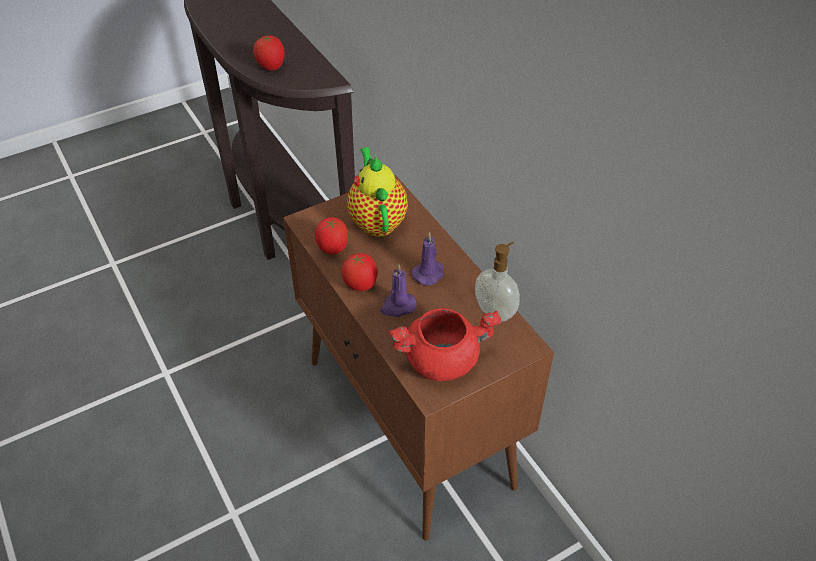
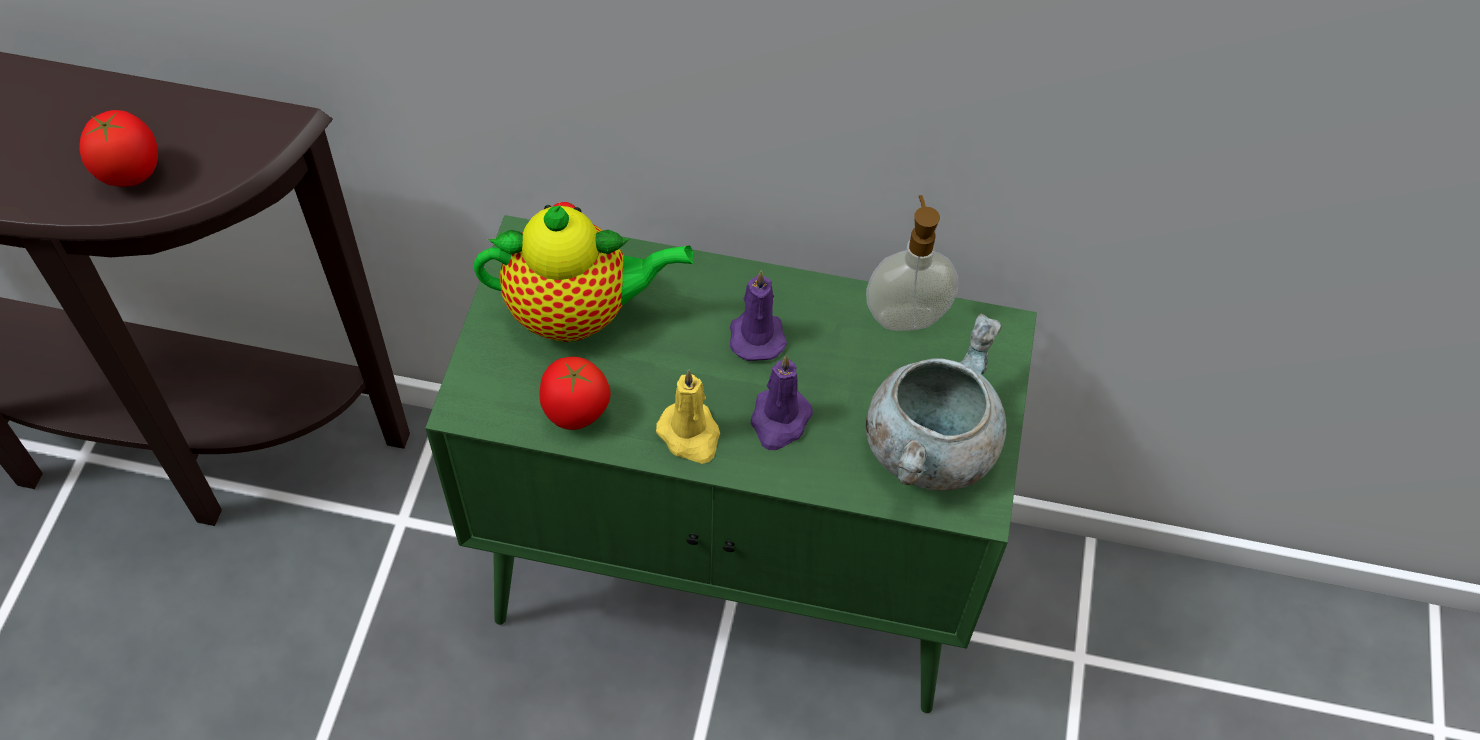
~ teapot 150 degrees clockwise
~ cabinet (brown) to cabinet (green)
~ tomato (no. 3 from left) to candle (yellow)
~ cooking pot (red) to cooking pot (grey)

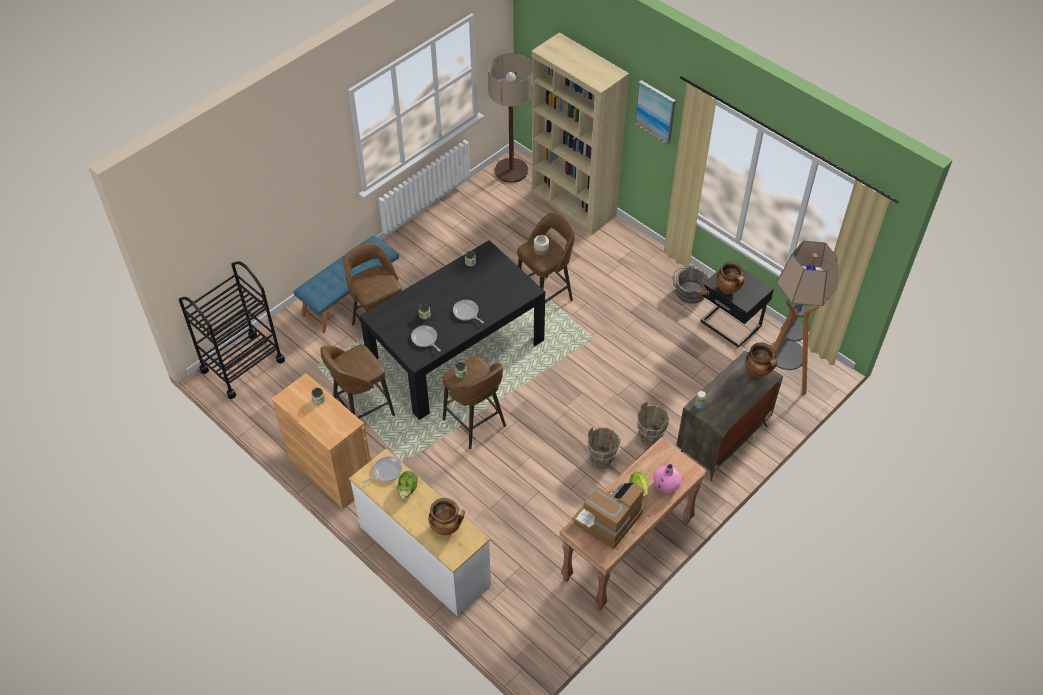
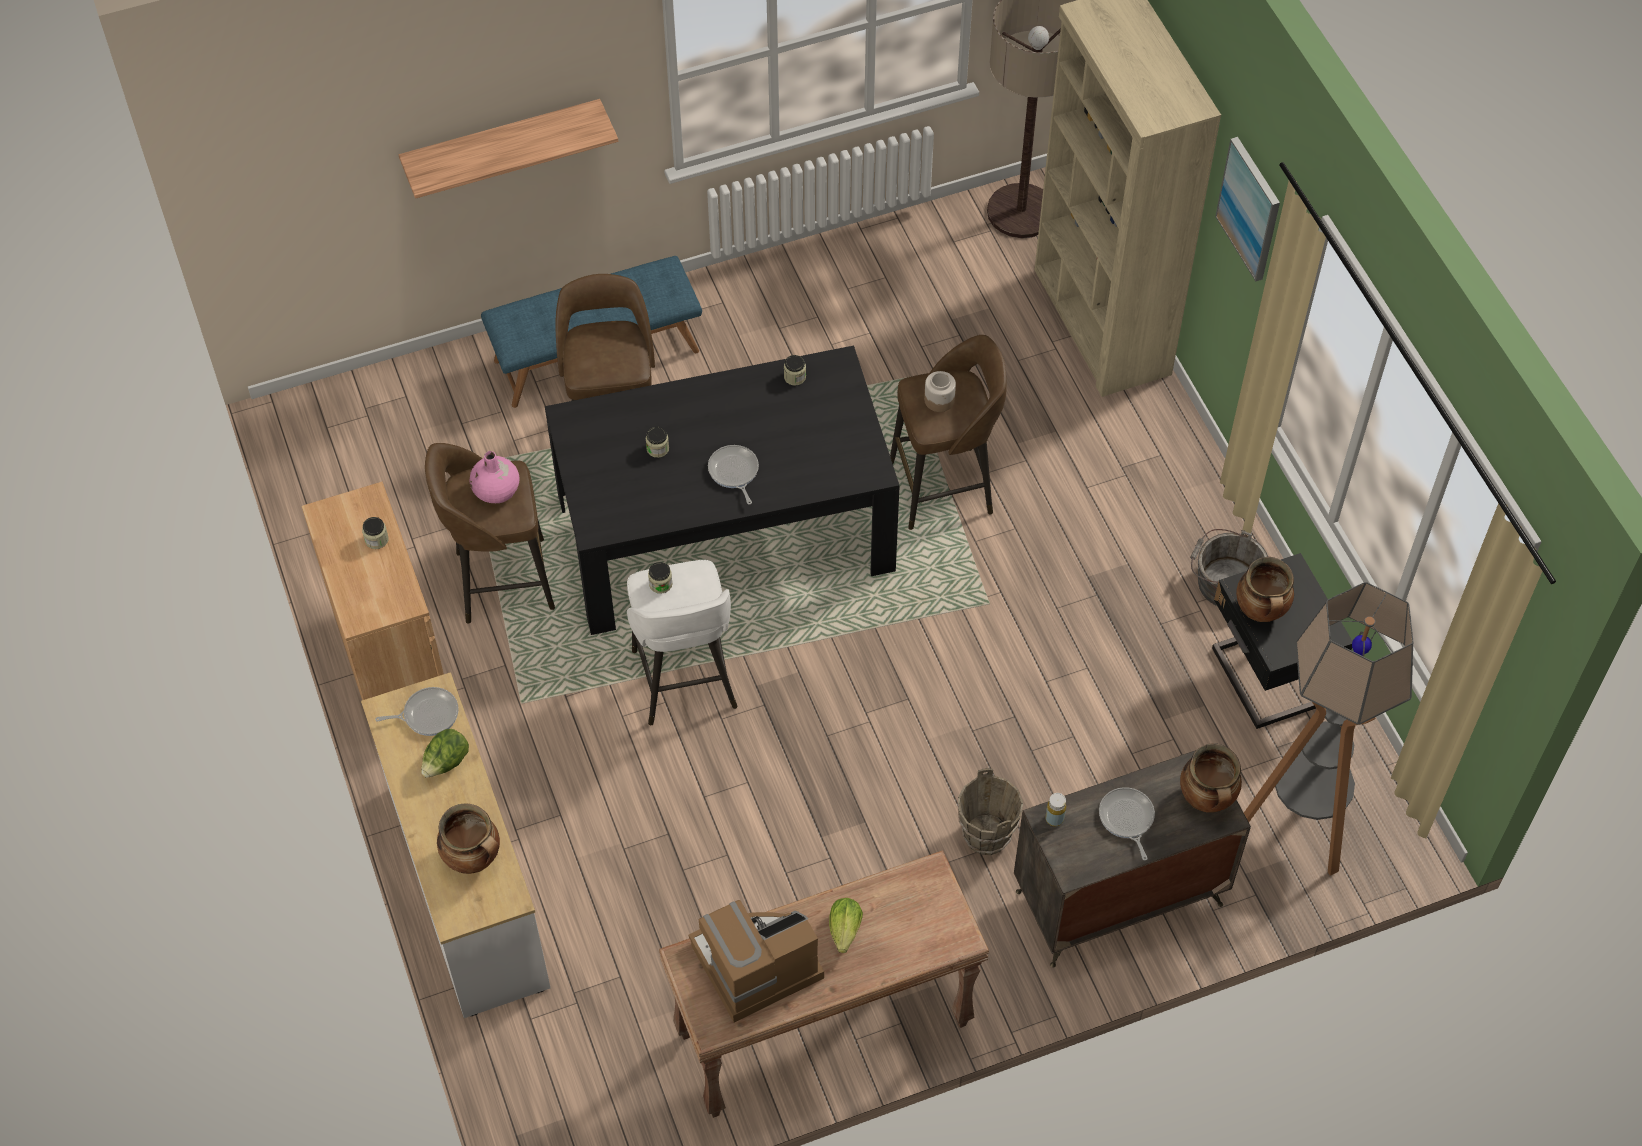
- cart (black)
~ frying pan (no. 2 from left in the first image) to frying pan (no. 3 from left)
~ stool (brown) (no. 3 from left) to stool (white)
- bucket (brown) (no. 1 from left)
~ vase (pink)
+ shelf

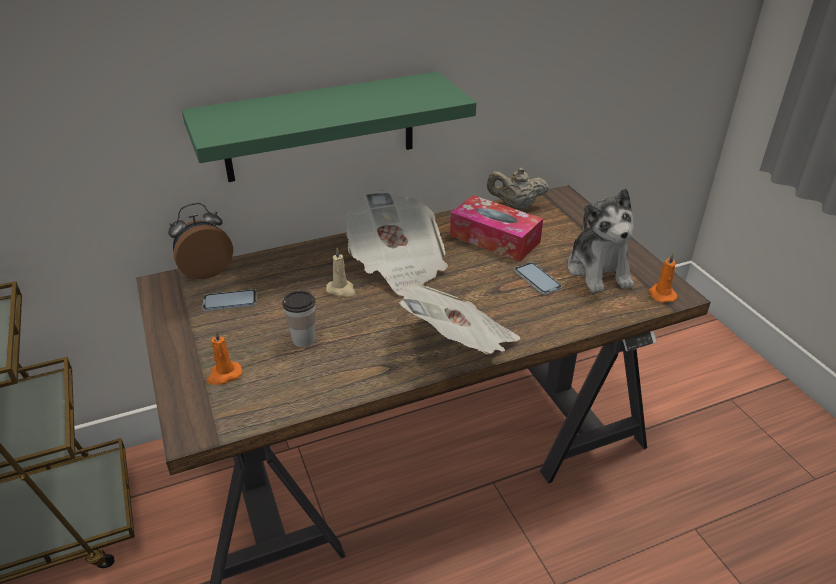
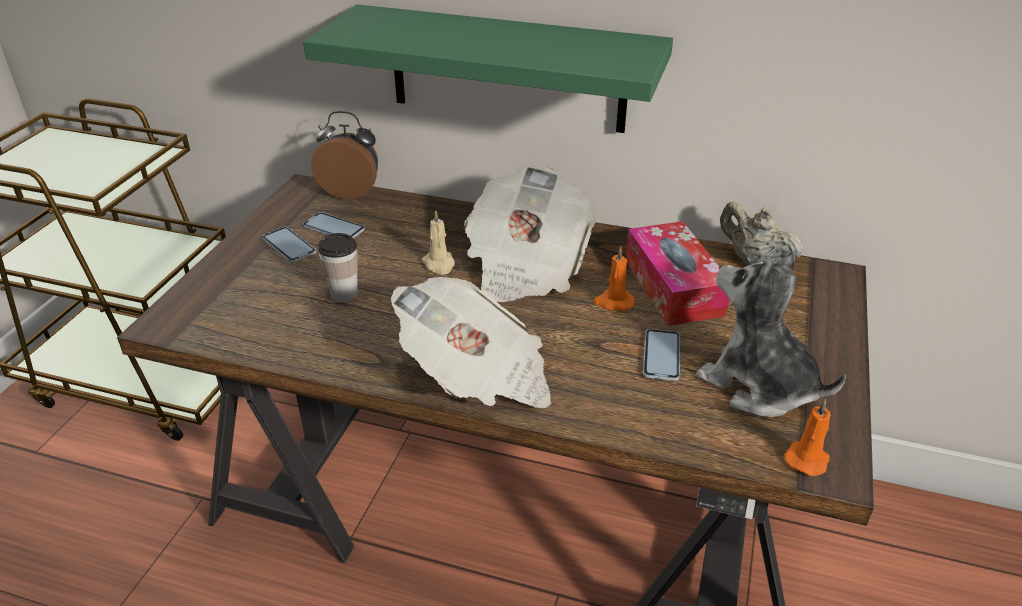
~ plush toy 105 degrees clockwise
~ candle (orange) (no. 1 from left)
+ phone (no. 1 from left)

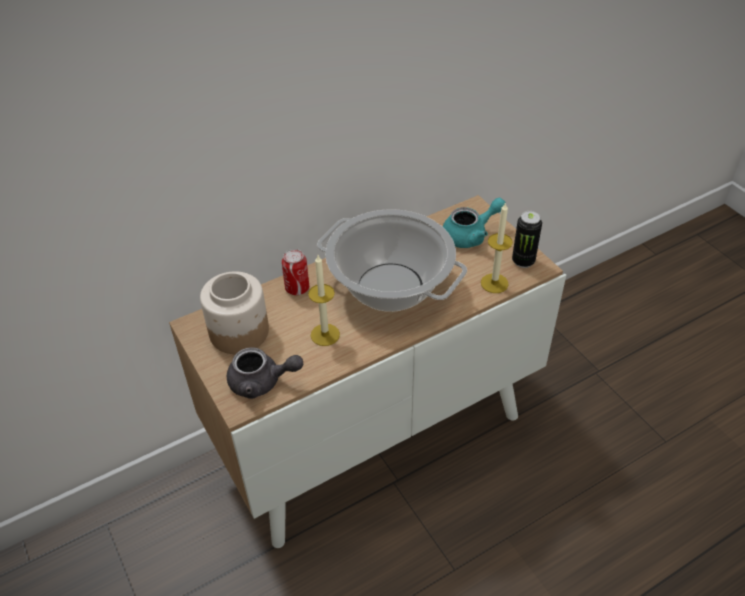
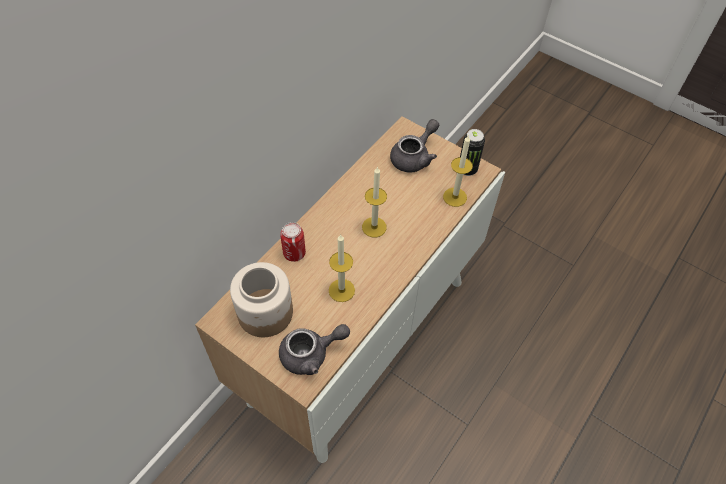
~ teapot (turquoise) to teapot (grey) (no. 2 from left)
~ cooking pot to candle (no. 2 from left)

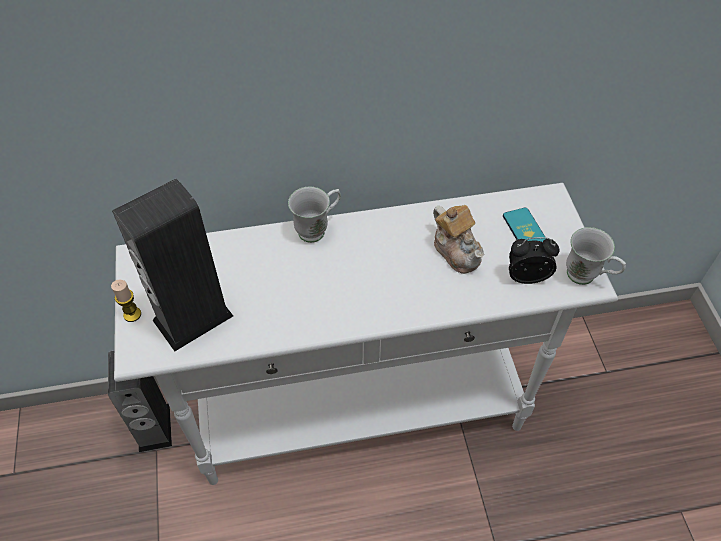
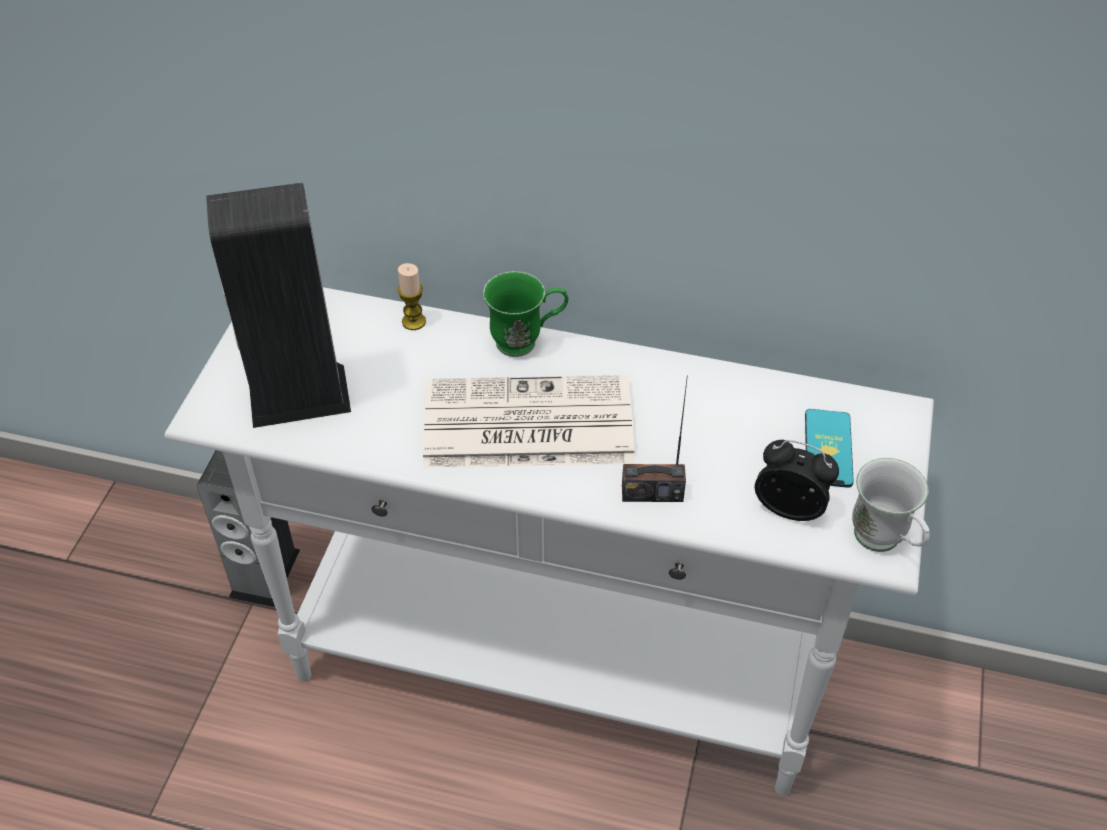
~ mug (white) (no. 1 from left) to mug (green)
- teapot
~ candle
+ newspaper
+ radio

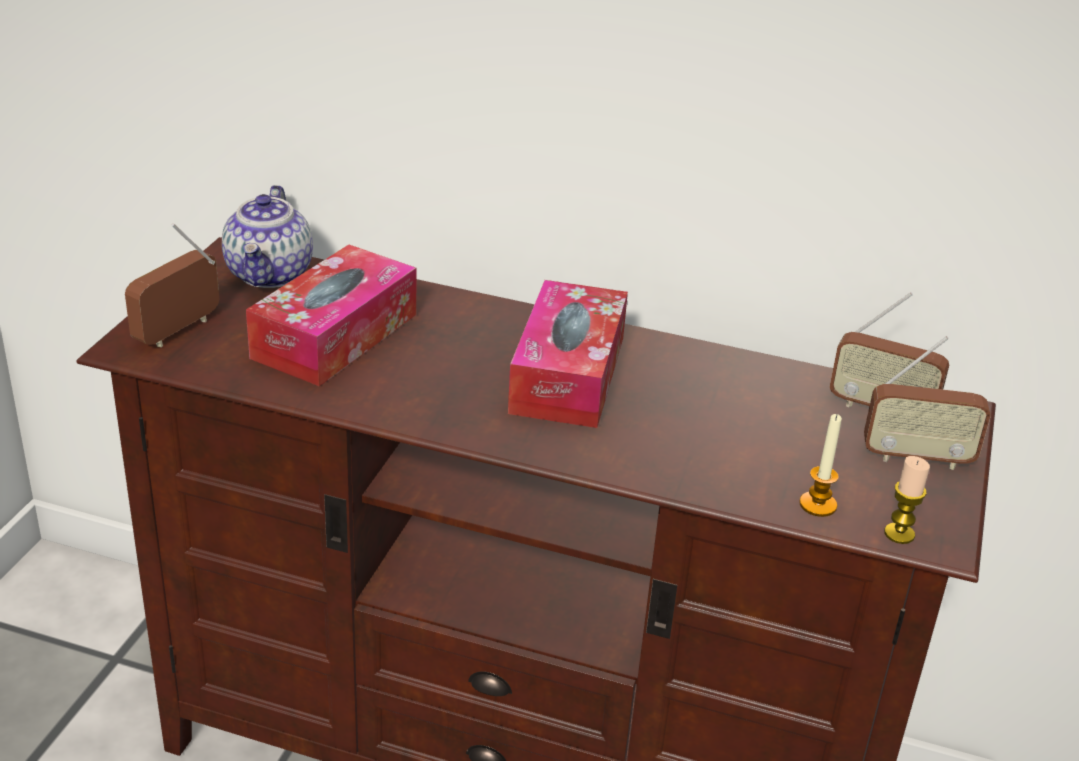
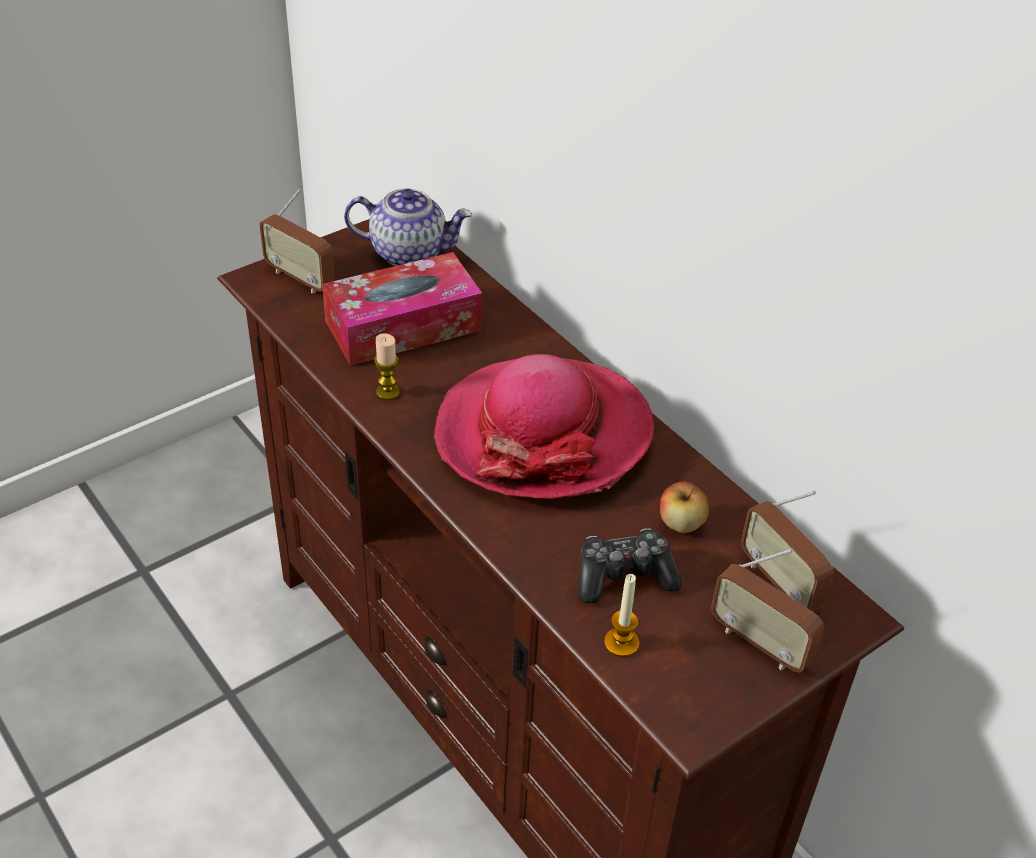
~ teapot 120 degrees counterclockwise
~ radio (no. 1 from left) 120 degrees counterclockwise
~ tissue box (no. 2 from left) to hat
~ candle (no. 2 from left in the first image) to candle (no. 1 from left)
+ apple
+ game controller

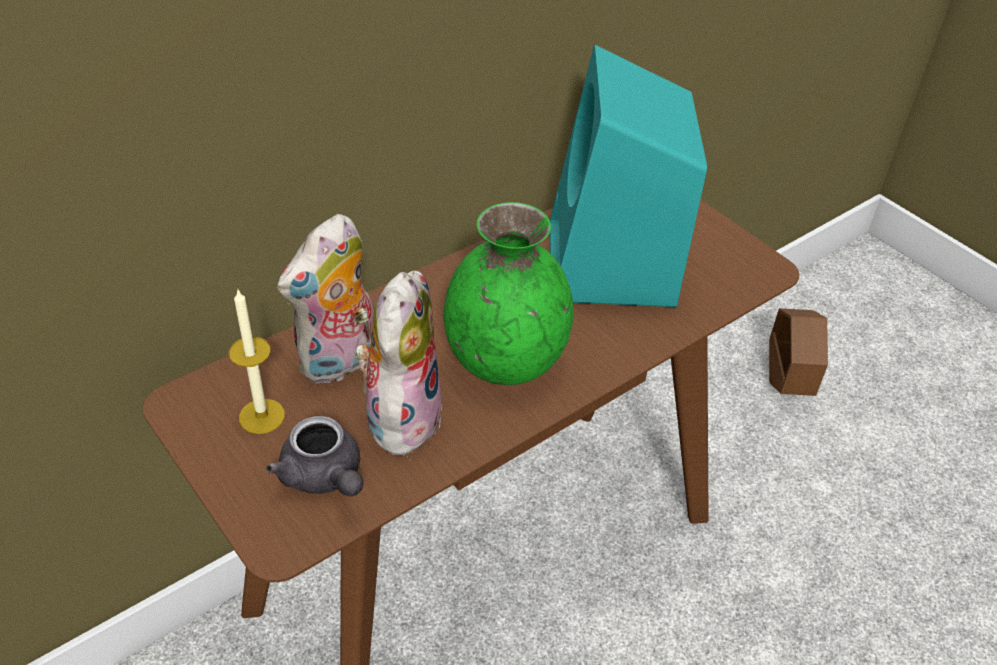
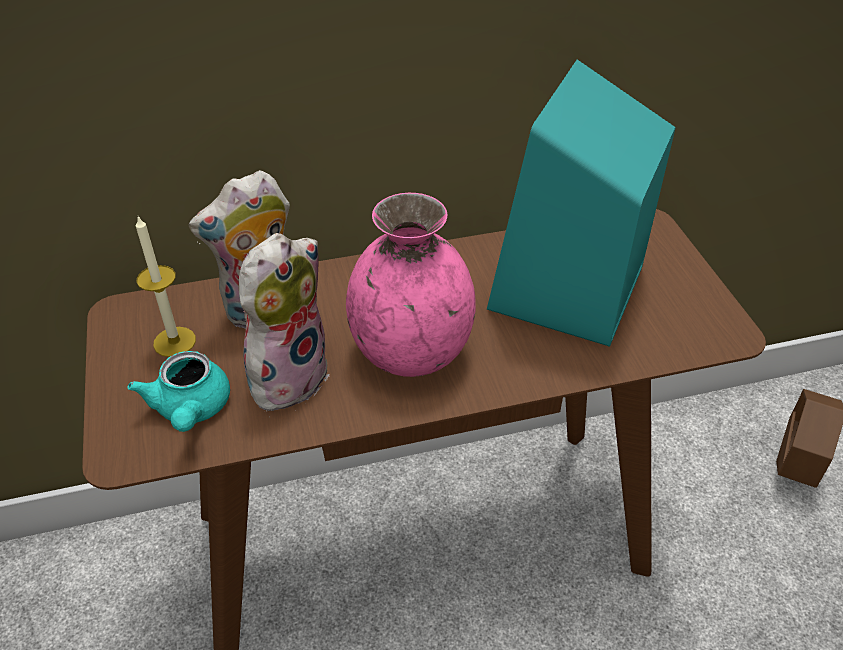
~ vase (green) to vase (pink)
~ teapot (grey) to teapot (turquoise)

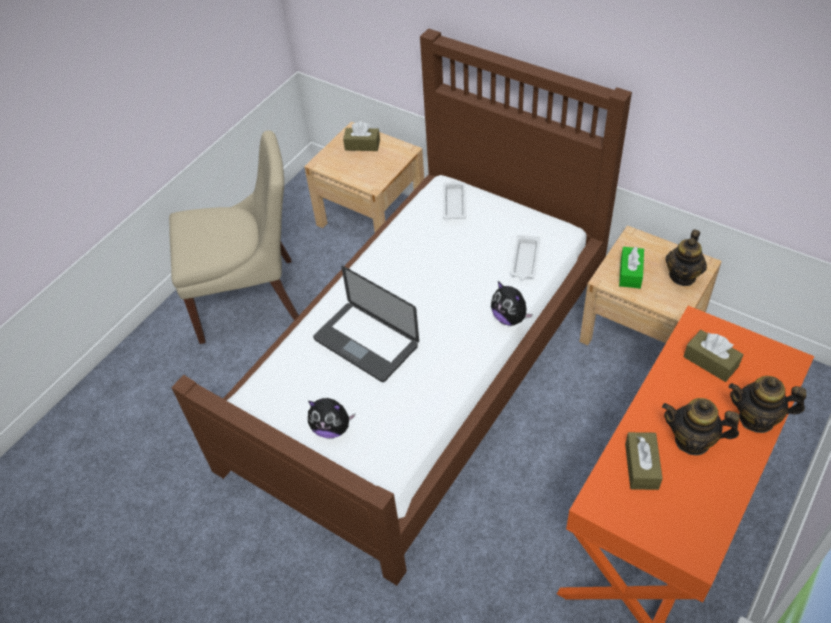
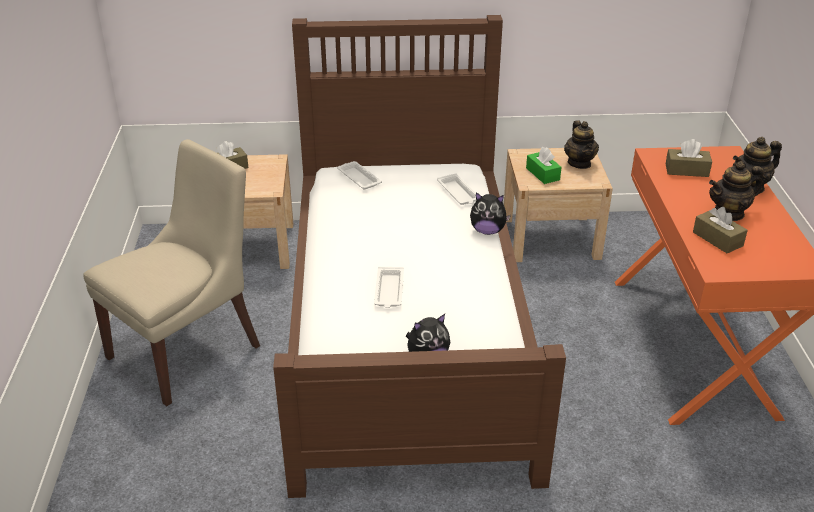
~ laptop to tray (white) (no. 2 from left)

